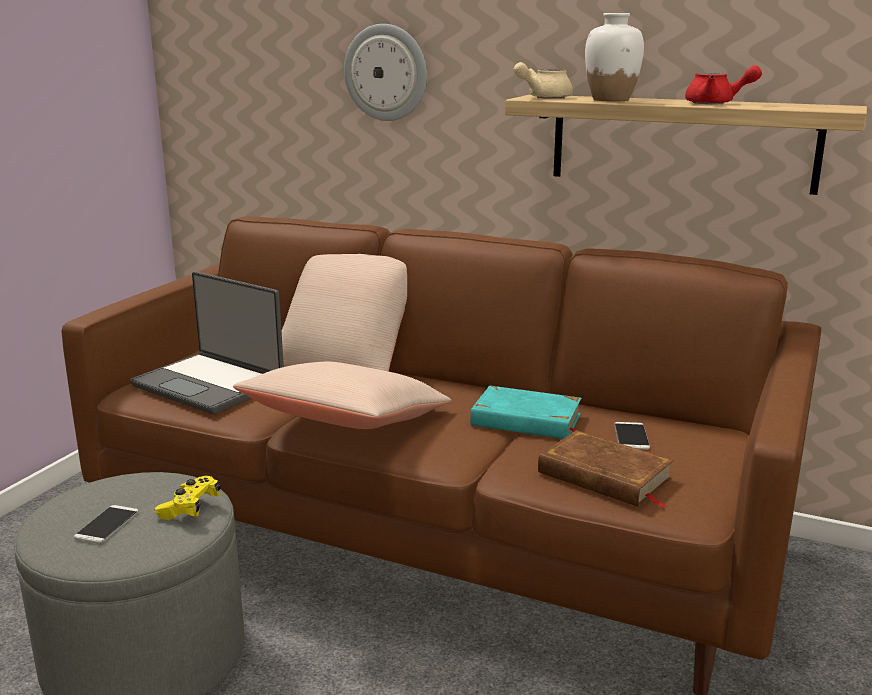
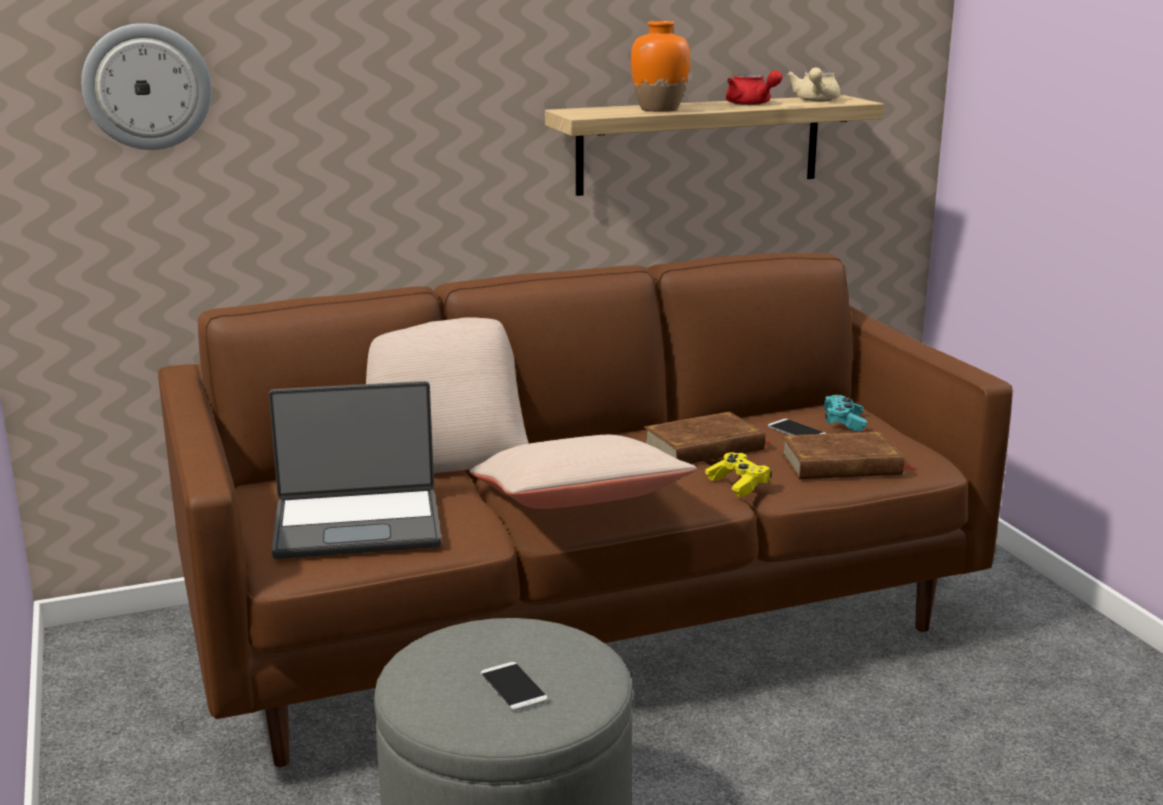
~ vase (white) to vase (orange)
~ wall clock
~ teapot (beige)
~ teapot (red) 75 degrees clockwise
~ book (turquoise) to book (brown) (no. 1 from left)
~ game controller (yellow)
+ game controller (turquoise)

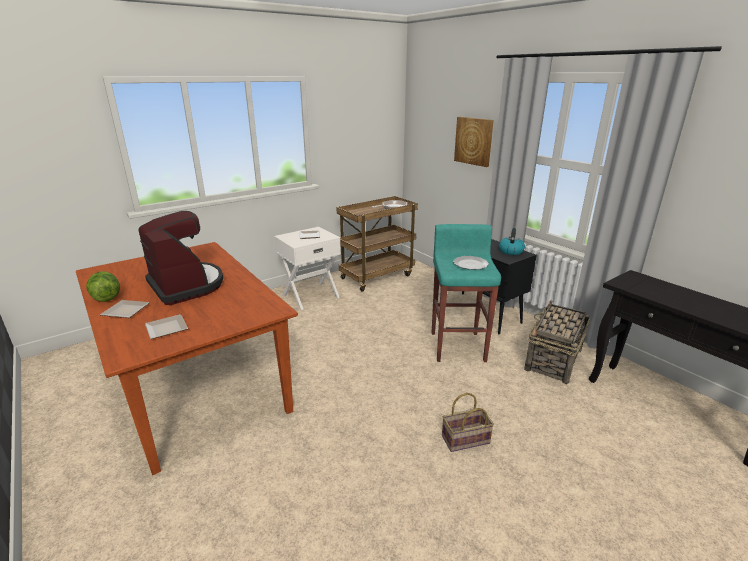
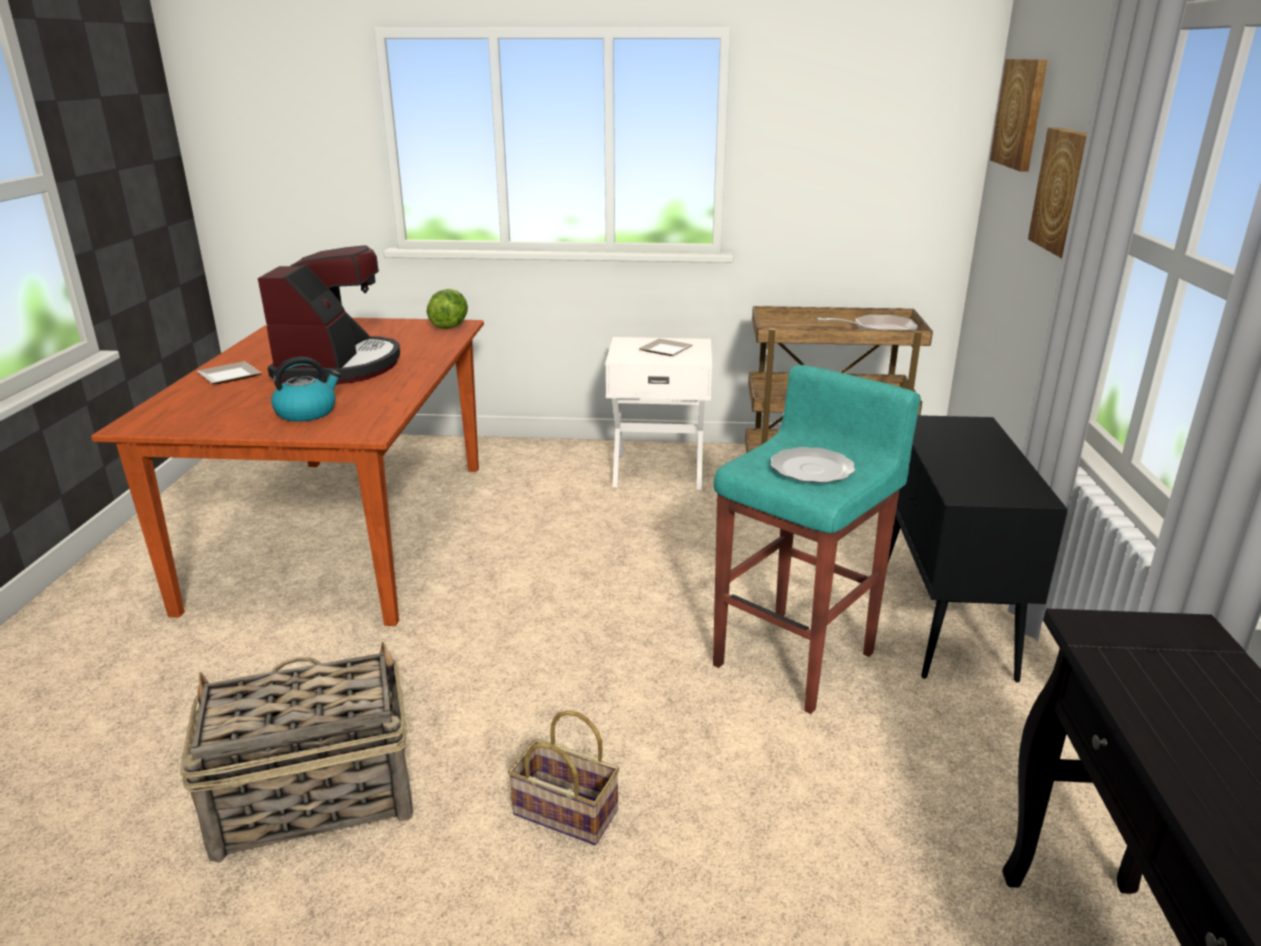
~ kettle
~ lettuce
~ basket (no. 2 from left in the first image) to basket (no. 1 from left)
- plate (no. 2 from left)
+ picture (no. 1 from left)

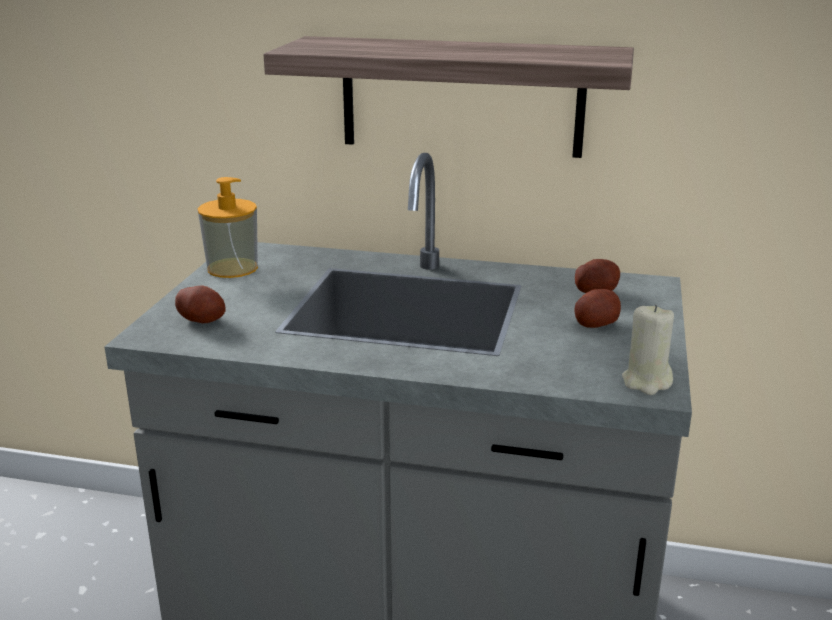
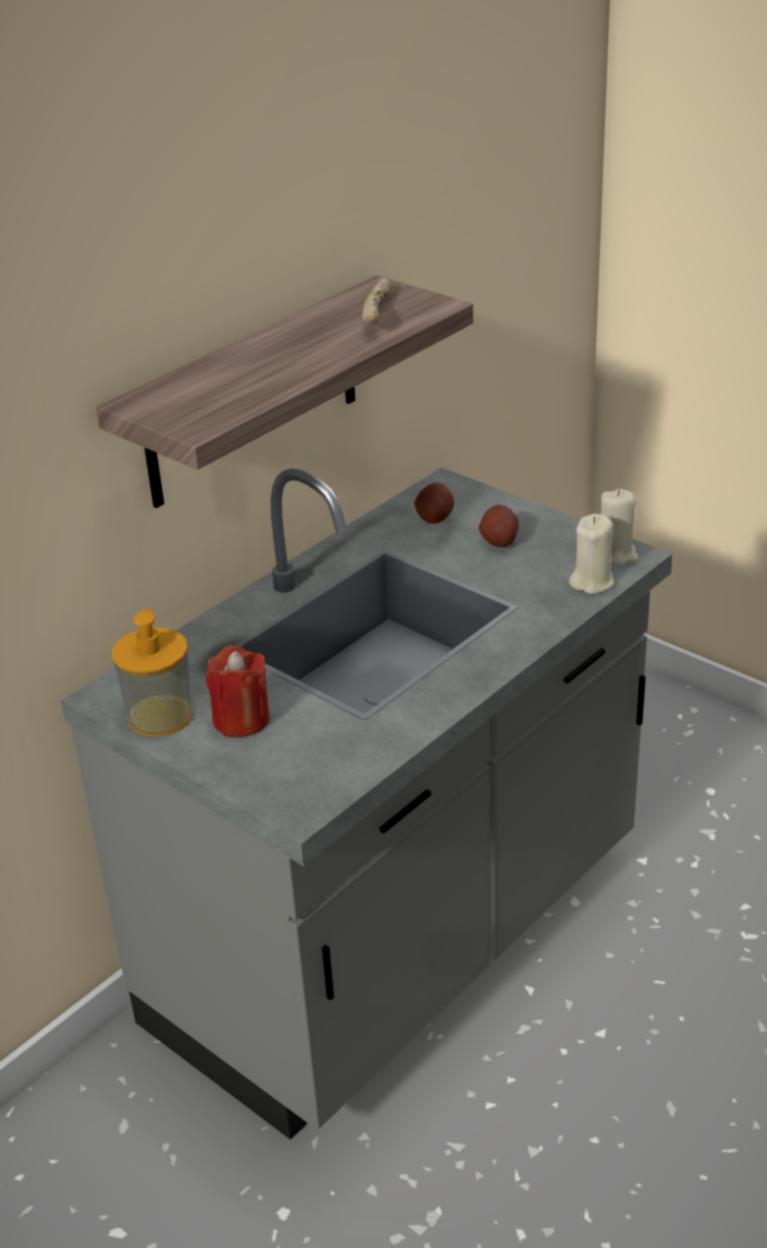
- potato (no. 1 from left)
+ bread
+ candle (beige) (no. 1 from left)
+ candle (red)

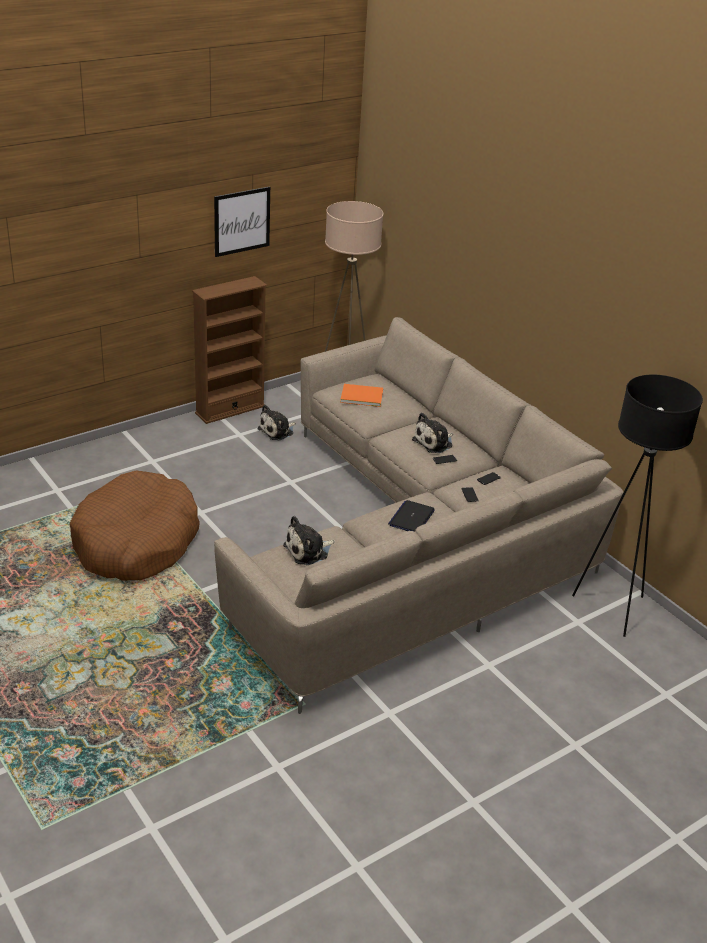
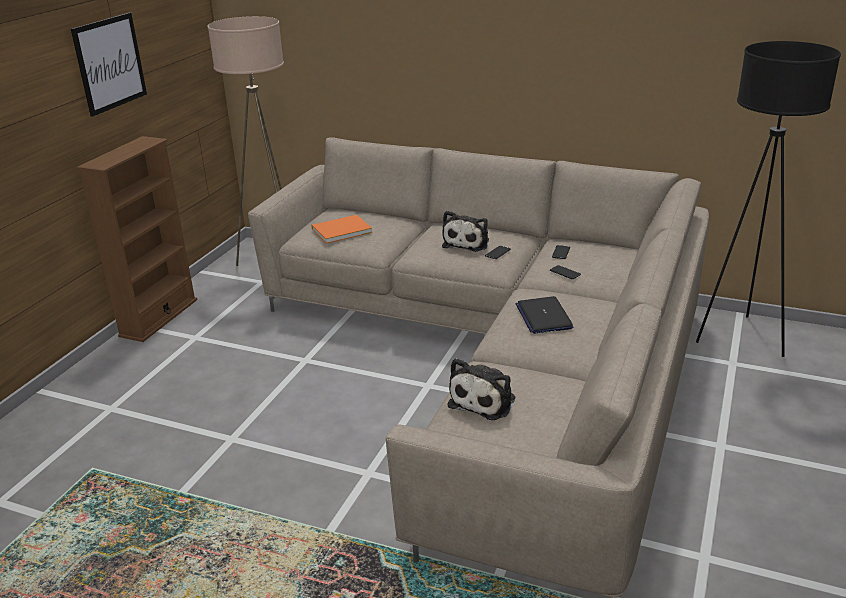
- plush toy (no. 1 from left)
- dog bed (brown)

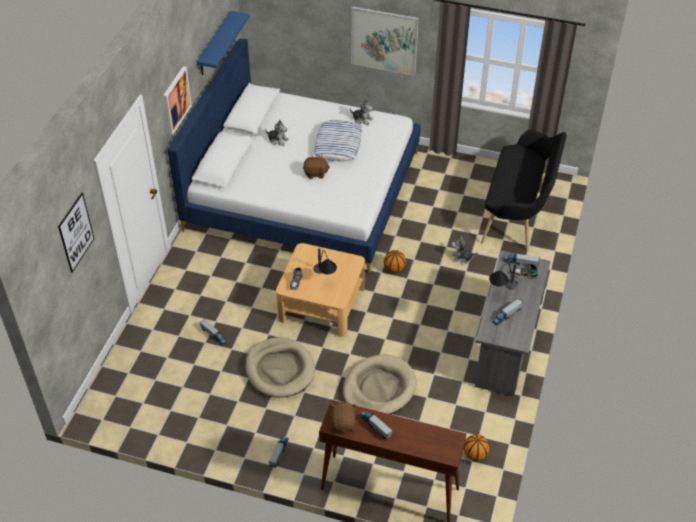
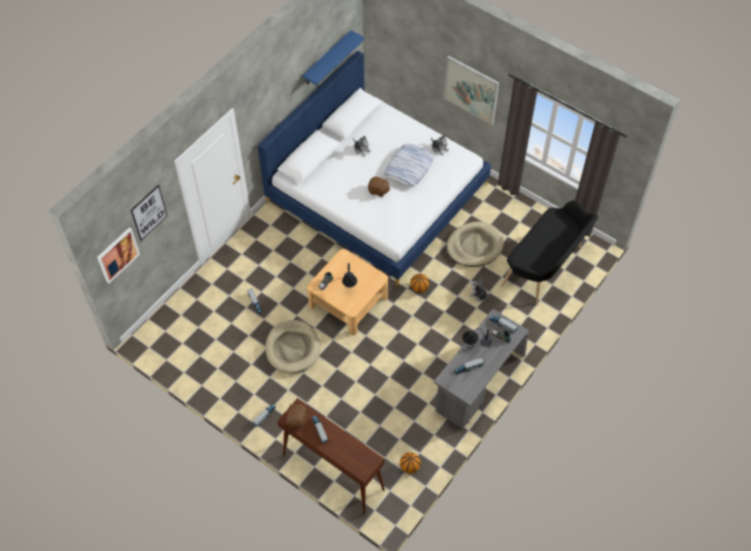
~ picture (no. 2 from left in the first image) to picture (no. 1 from left)
~ dog bed (beige) (no. 2 from left)

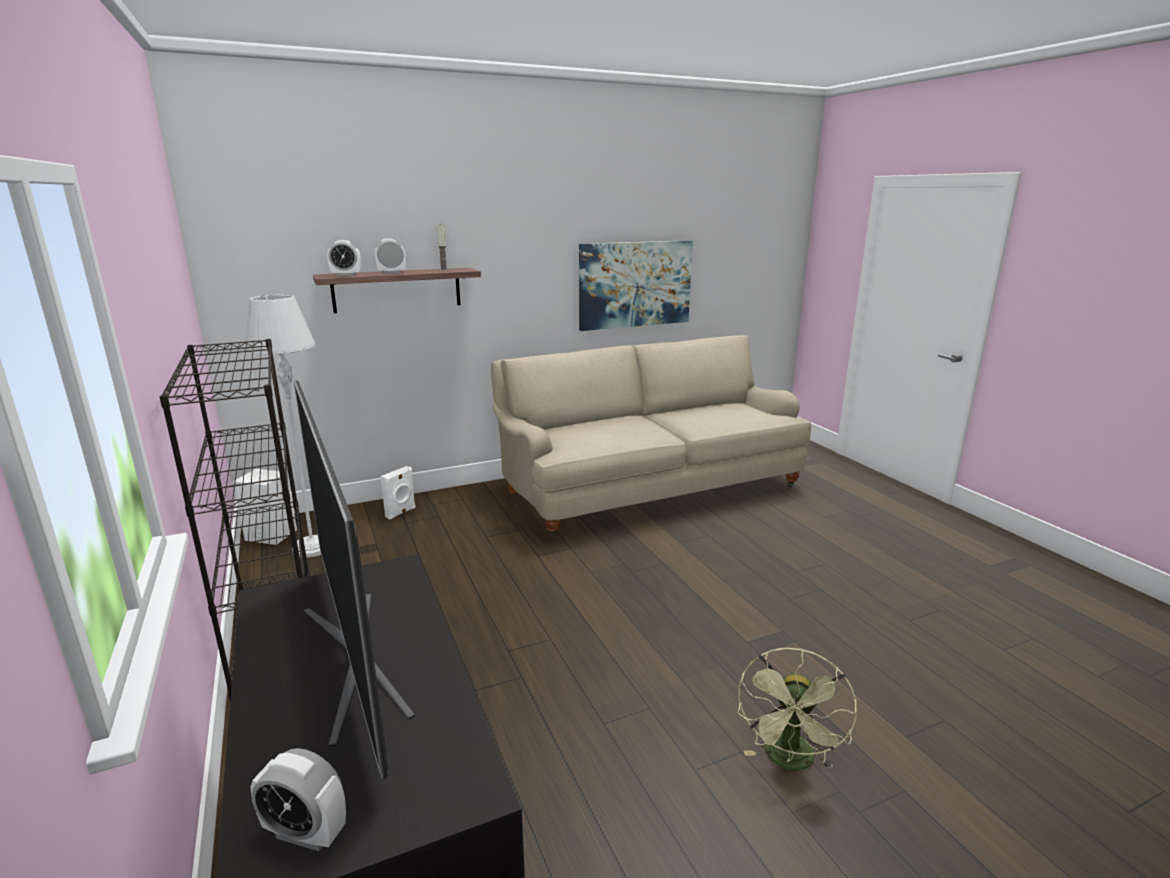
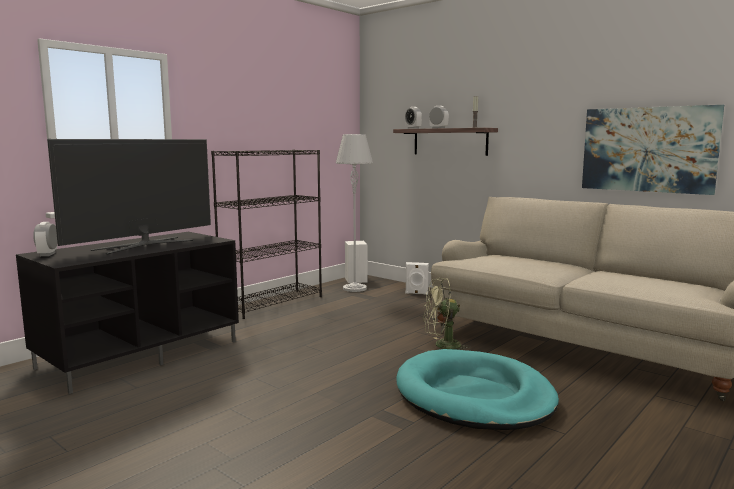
~ fan (green)
+ dog bed (turquoise)

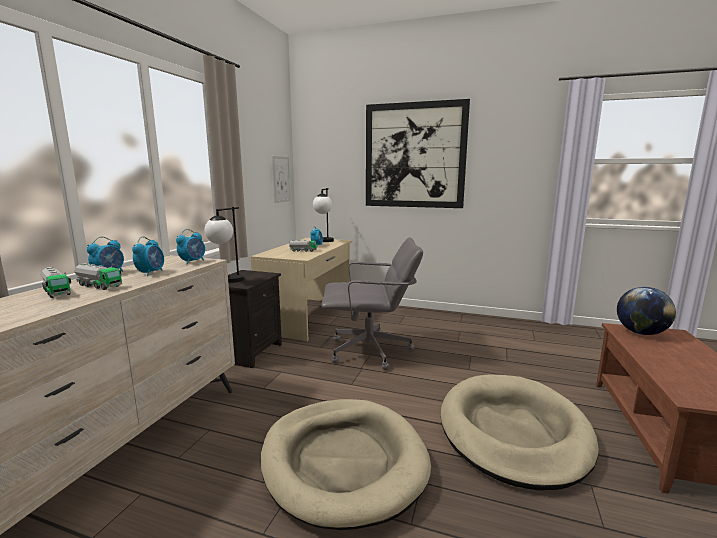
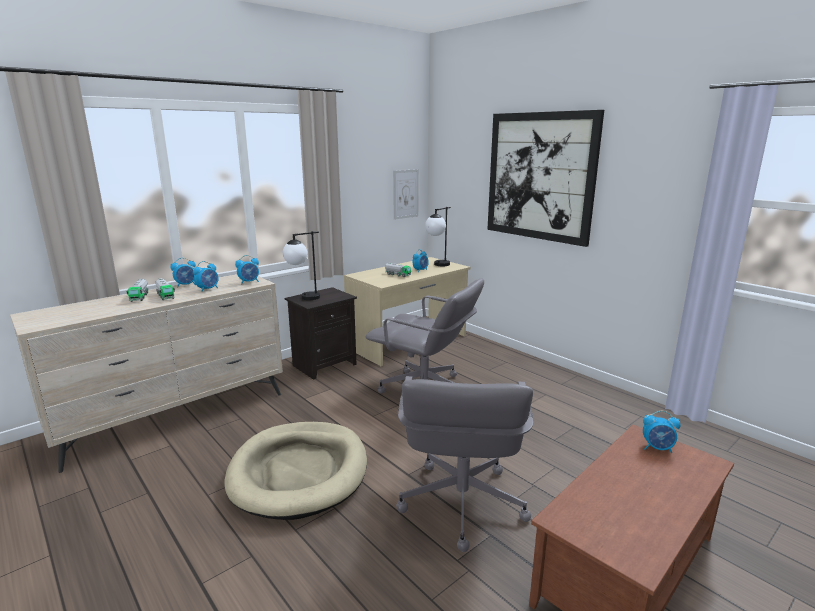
~ globe to alarm clock (no. 5 from left)
~ dog bed (beige) (no. 2 from left) to office chair (grey) (no. 2 from left)

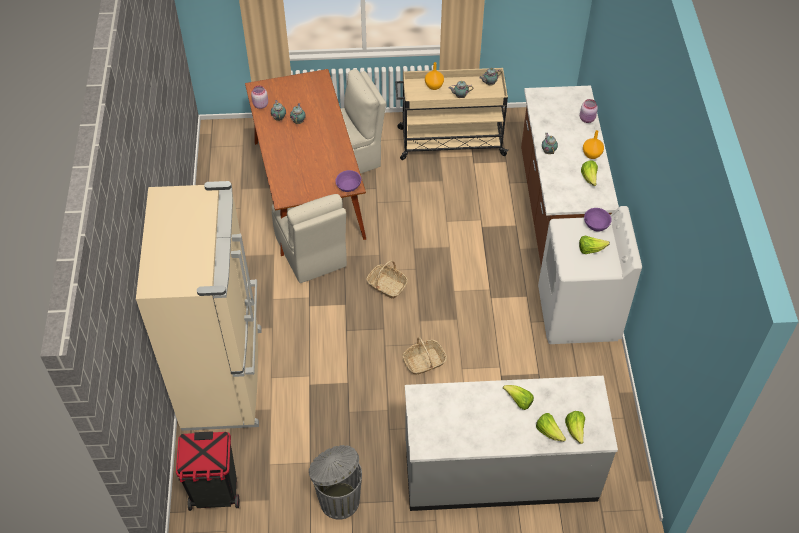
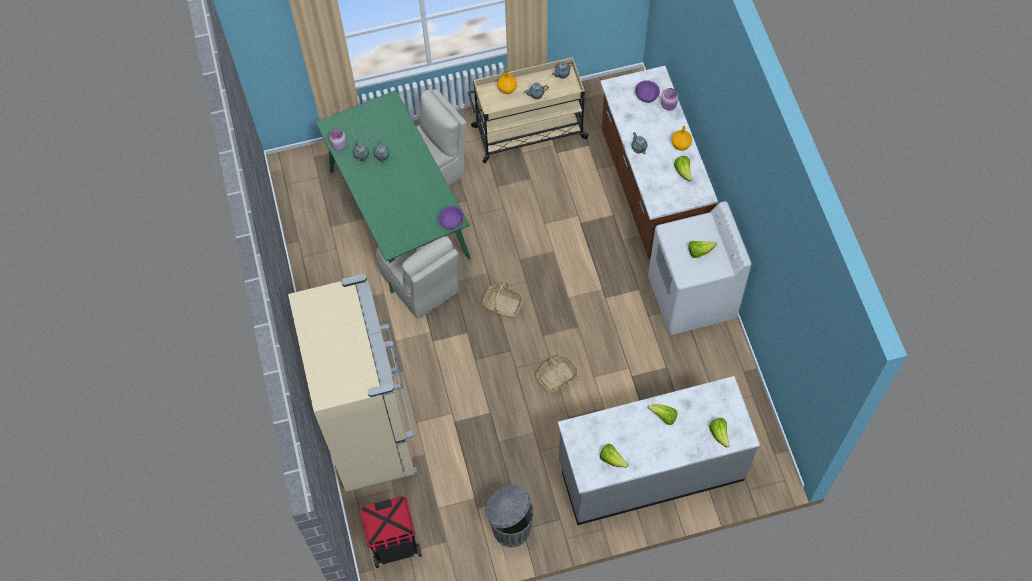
~ dining table (brown) to dining table (green)
~ bowl (purple) (no. 2 from left)
~ lettuce (no. 2 from left in the first image) to lettuce (no. 1 from left)

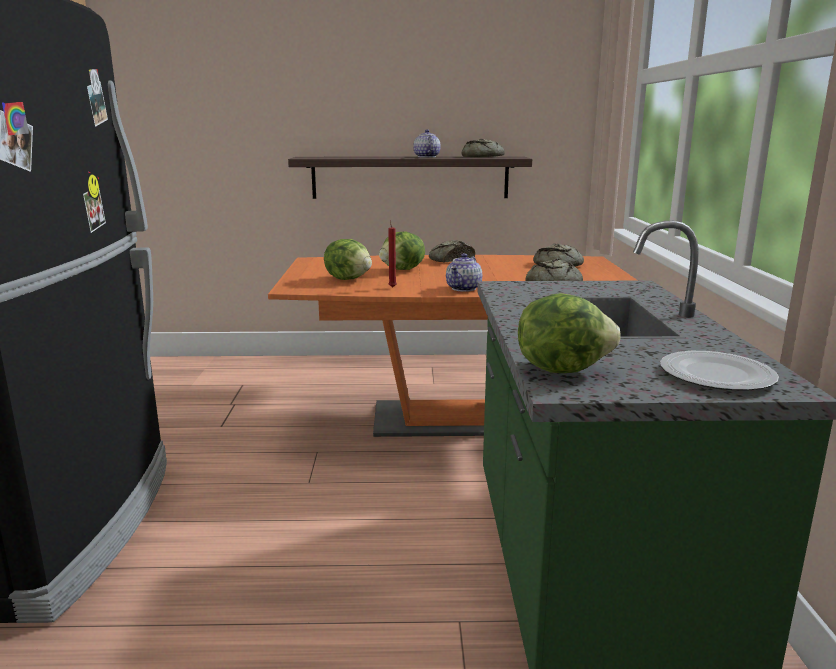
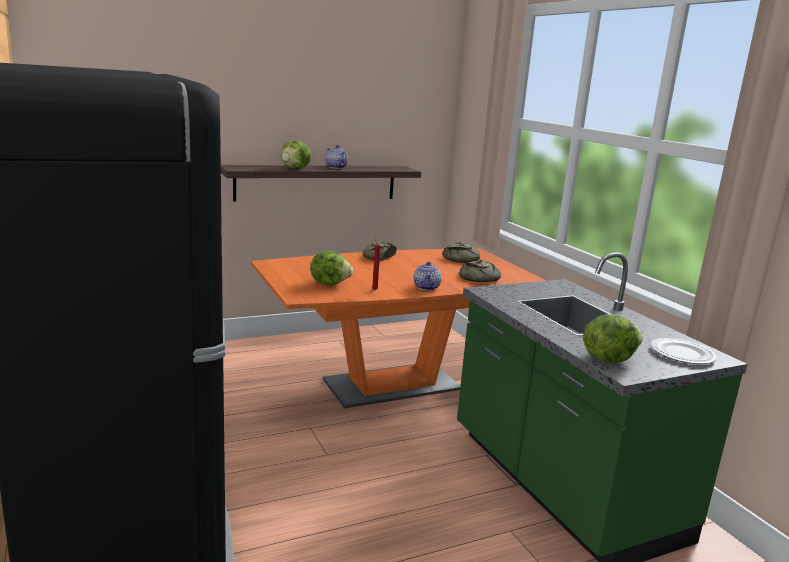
- bread (no. 2 from left)
~ lettuce (no. 2 from left in the first image) to lettuce (no. 1 from left)

